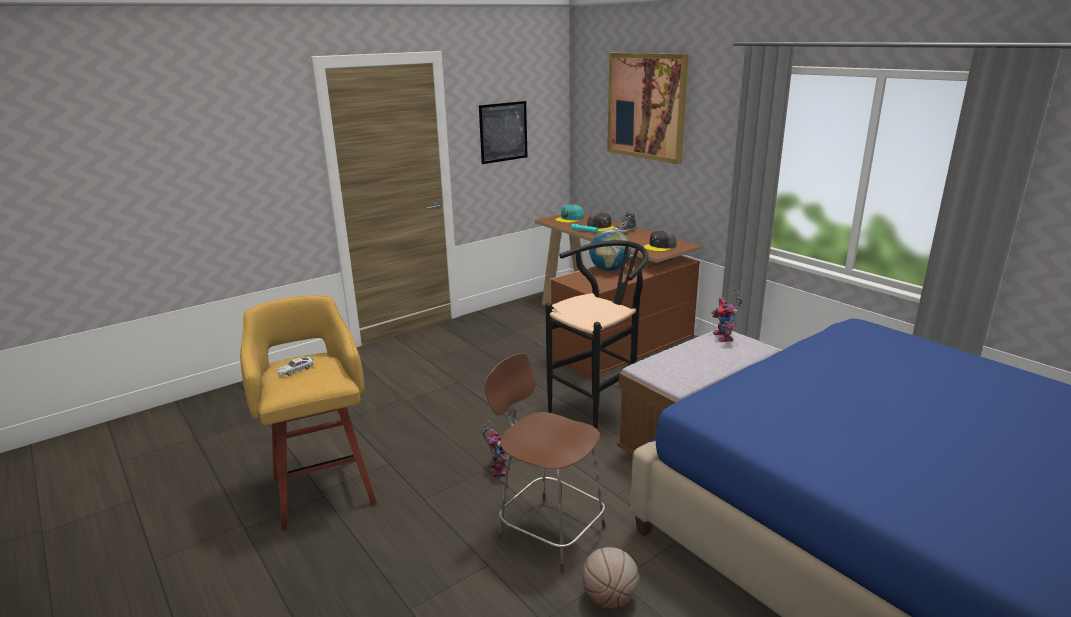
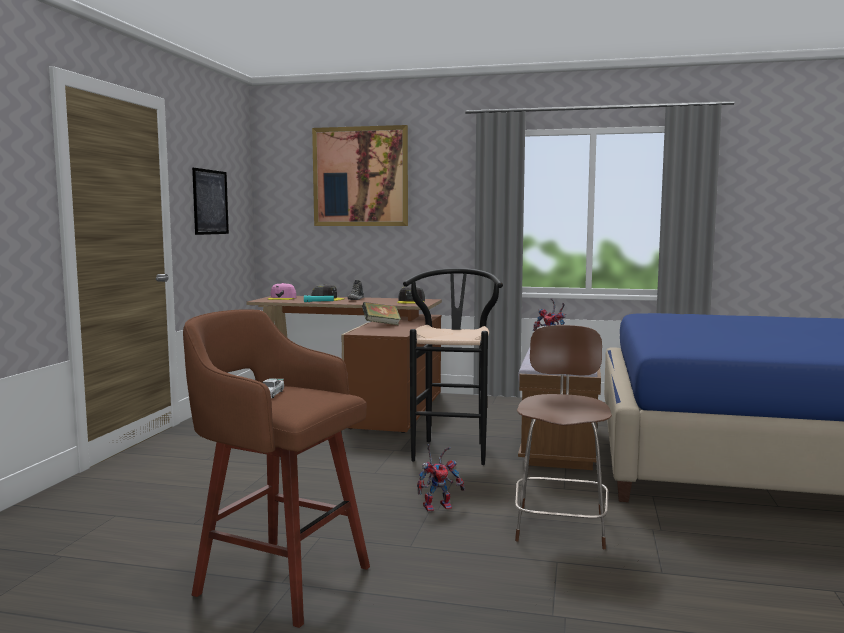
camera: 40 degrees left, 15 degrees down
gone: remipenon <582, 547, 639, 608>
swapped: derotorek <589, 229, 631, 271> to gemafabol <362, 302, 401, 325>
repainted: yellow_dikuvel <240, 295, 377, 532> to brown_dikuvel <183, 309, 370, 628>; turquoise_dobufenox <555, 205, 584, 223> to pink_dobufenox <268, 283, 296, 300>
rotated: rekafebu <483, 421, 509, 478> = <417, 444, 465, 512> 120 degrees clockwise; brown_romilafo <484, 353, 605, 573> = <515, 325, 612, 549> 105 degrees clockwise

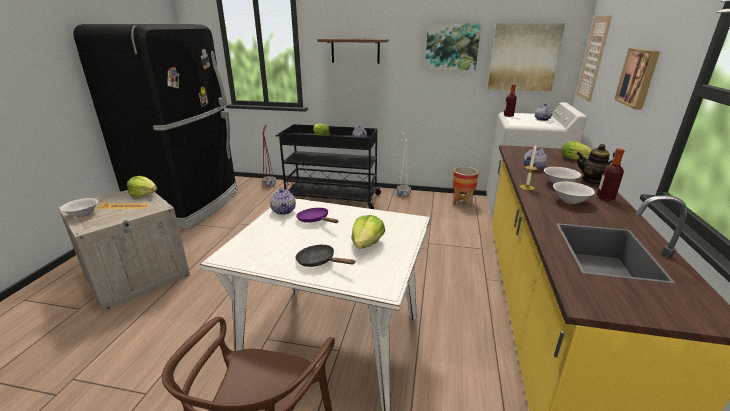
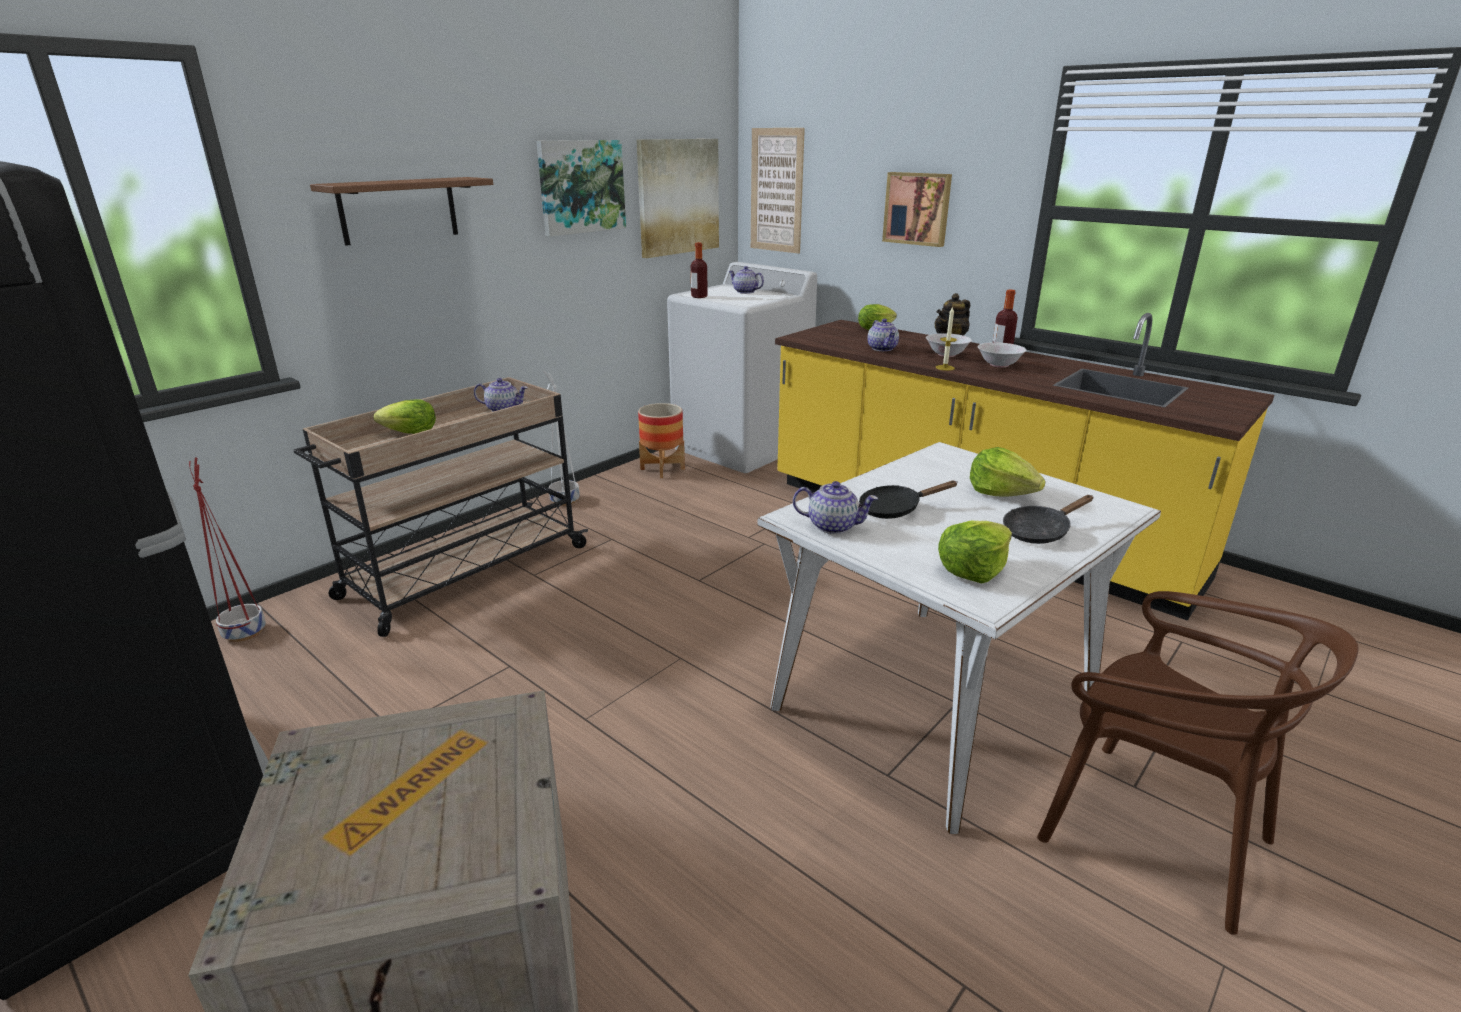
camera: 60 degrees left, 0 degrees up
gone: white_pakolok <60, 198, 98, 217>
shifted: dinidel <127, 176, 157, 197> to <938, 521, 1012, 583>
repainted: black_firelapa <276, 124, 382, 209> to beige_firelapa <293, 377, 588, 637>; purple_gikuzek <296, 208, 339, 223> to black_gikuzek <859, 480, 957, 519>

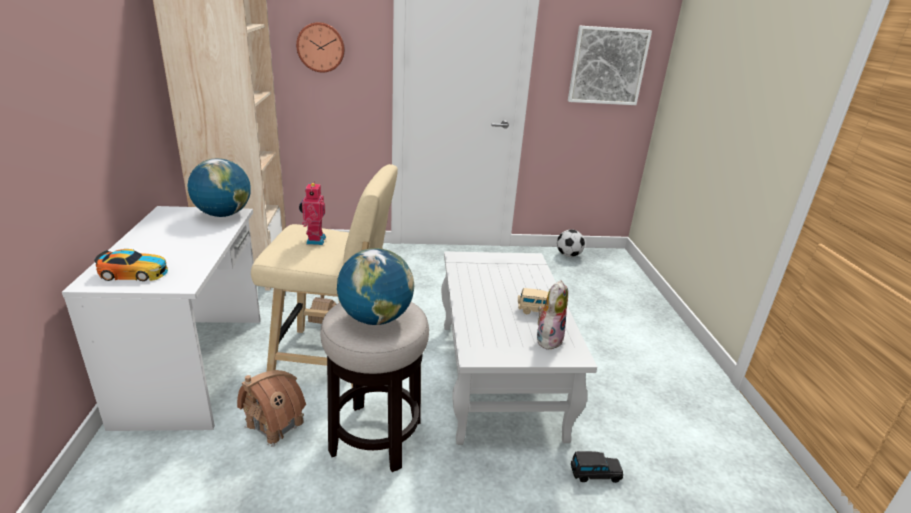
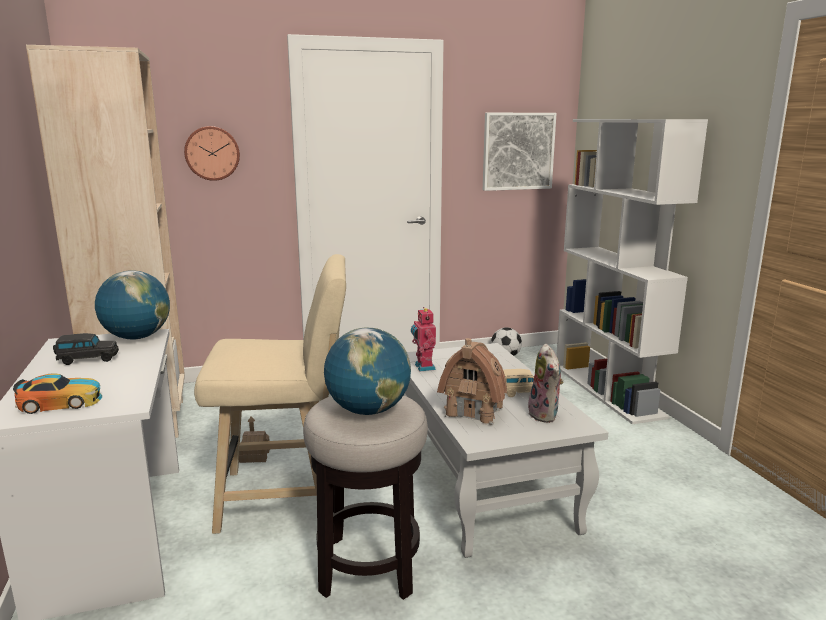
camera: 10 degrees left, 10 degrees down
new: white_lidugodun <556, 119, 708, 424>
shifted: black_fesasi <571, 451, 623, 483> to <53, 333, 119, 365>; rekafebu <299, 181, 326, 245> to <411, 307, 436, 371>; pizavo <237, 370, 306, 447> to <437, 338, 507, 425>
rotated: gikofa <537, 280, 568, 349> = <528, 344, 563, 423> 150 degrees clockwise

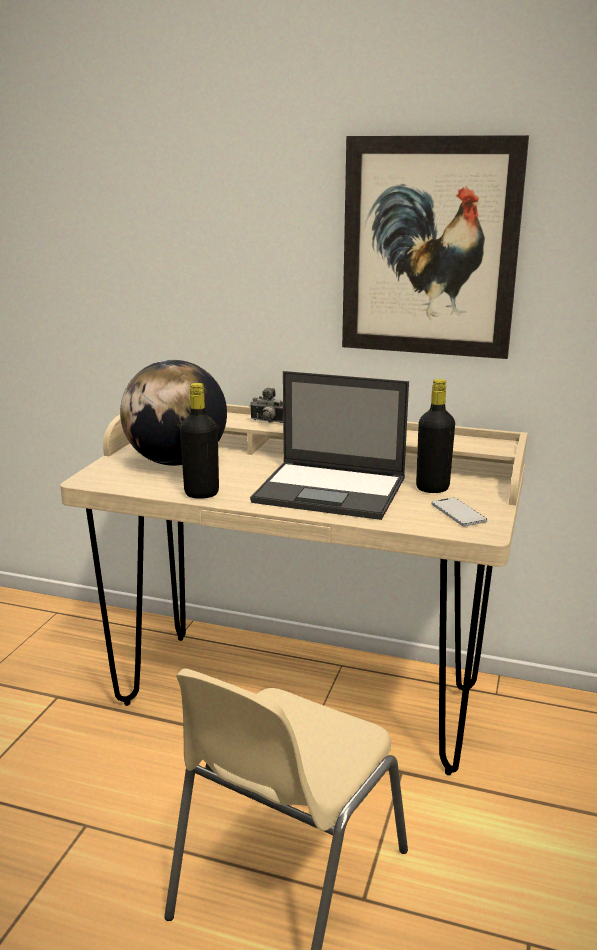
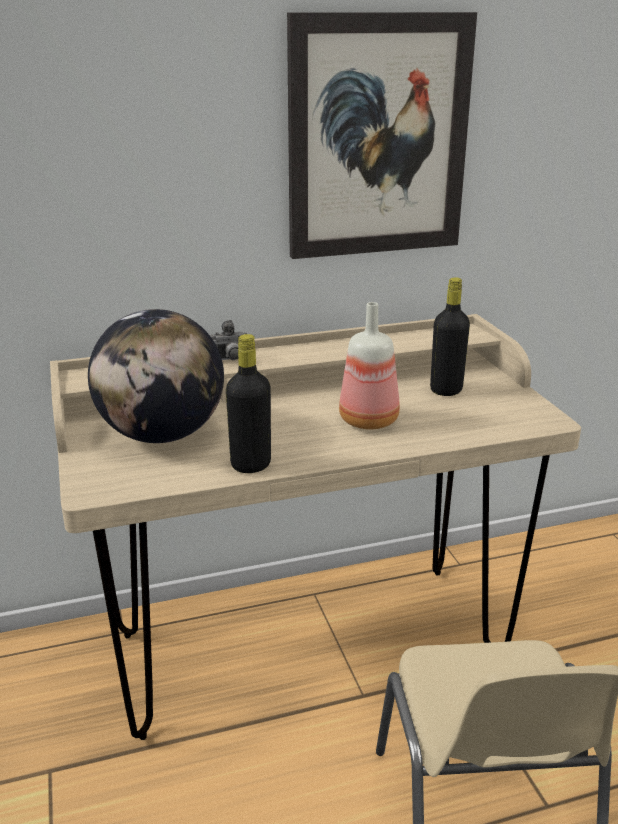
camera: 35 degrees left, 5 degrees up
gone: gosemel <432, 497, 487, 526>
swapped: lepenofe <250, 371, 409, 520> to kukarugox <339, 302, 400, 429>

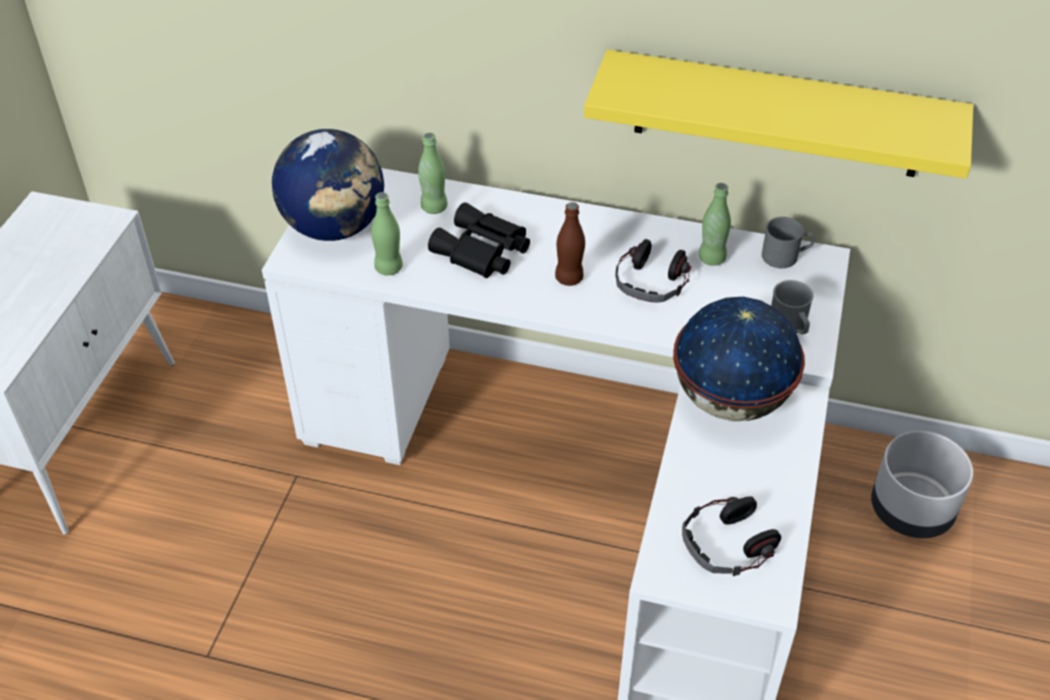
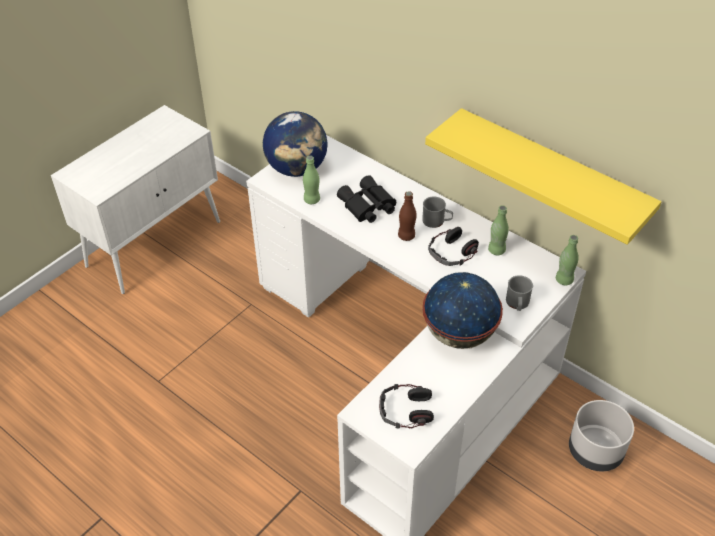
camera: 25 degrees right, 0 degrees up
shifted: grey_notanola <762, 217, 815, 268> to <422, 197, 453, 228>; green_kukarugox <418, 132, 448, 214> to <556, 235, 578, 285>

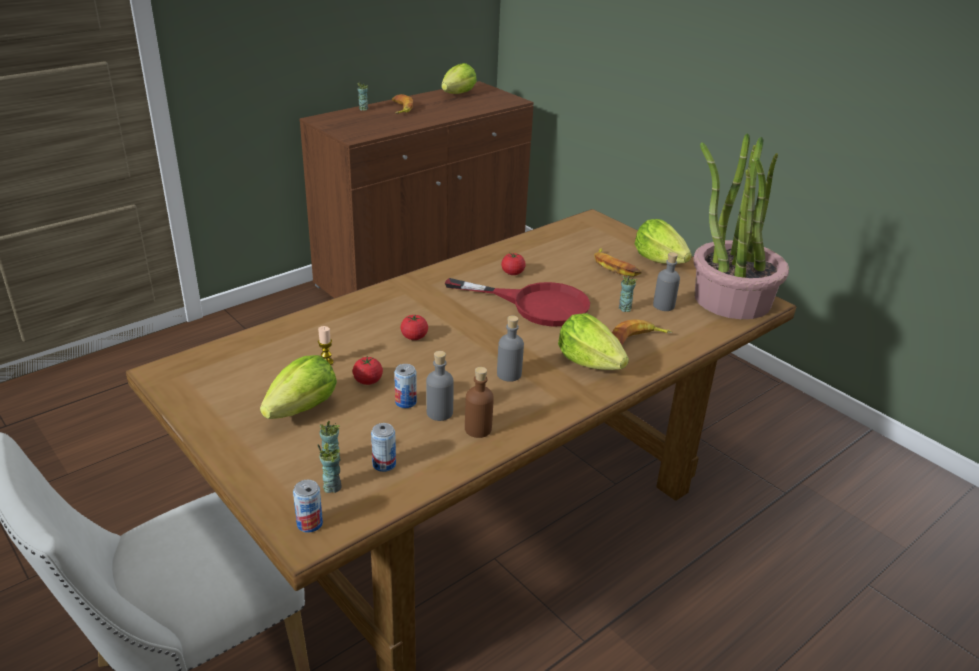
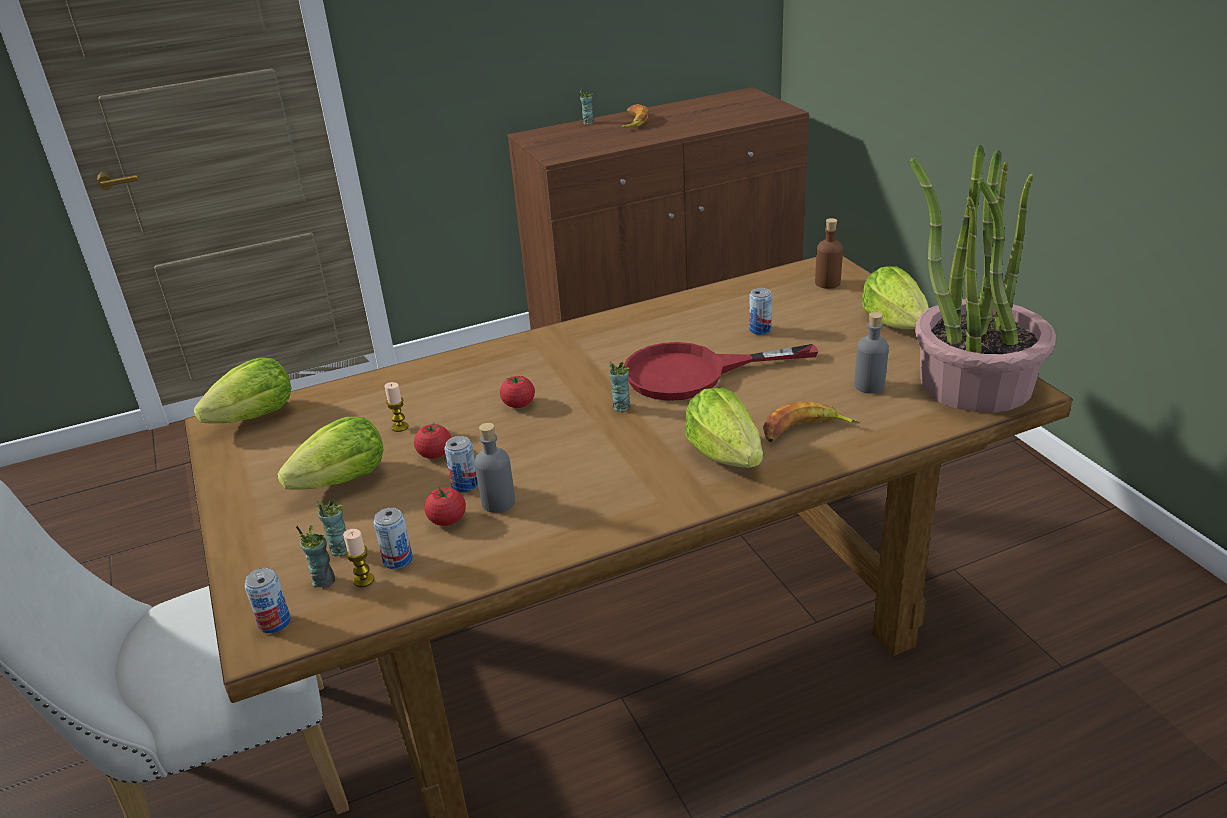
camera: 20 degrees right, 0 degrees up
gone: grey_kukarugox <497, 315, 524, 382>; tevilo <594, 248, 642, 277>
new: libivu <343, 529, 374, 587>; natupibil <749, 288, 772, 335>
shifted: dinidel <441, 63, 477, 94> to <194, 358, 291, 423>; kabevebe <501, 253, 526, 275> to <424, 487, 466, 526>; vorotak <619, 276, 637, 312> to <609, 362, 631, 412>; brown_kukarugox <465, 367, 494, 438> to <815, 218, 843, 289>
rotated: red_gikuzek <445, 278, 590, 327> = <623, 342, 818, 401> 135 degrees clockwise

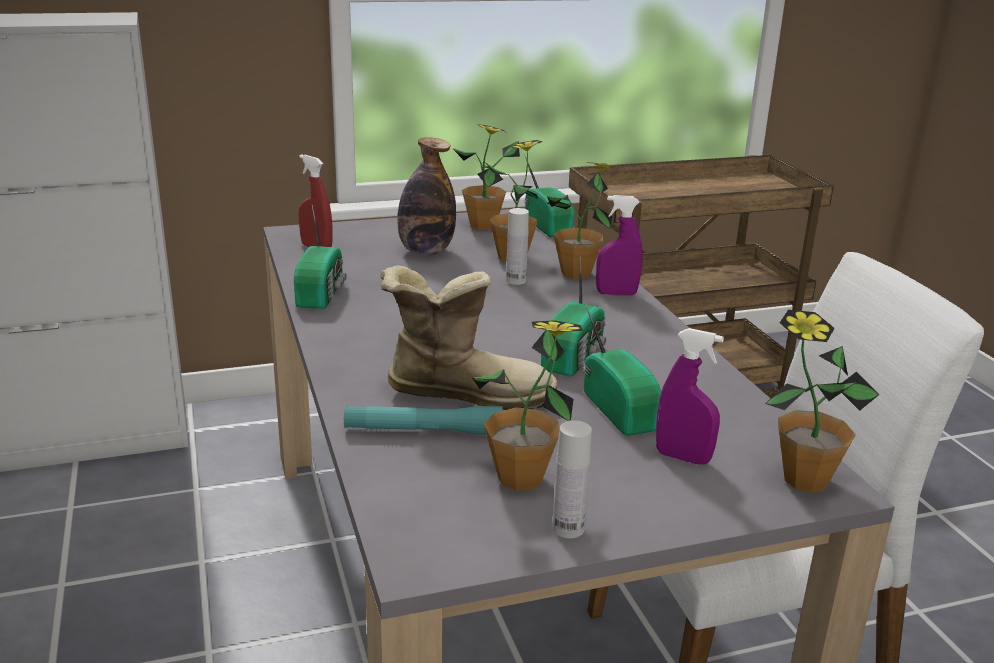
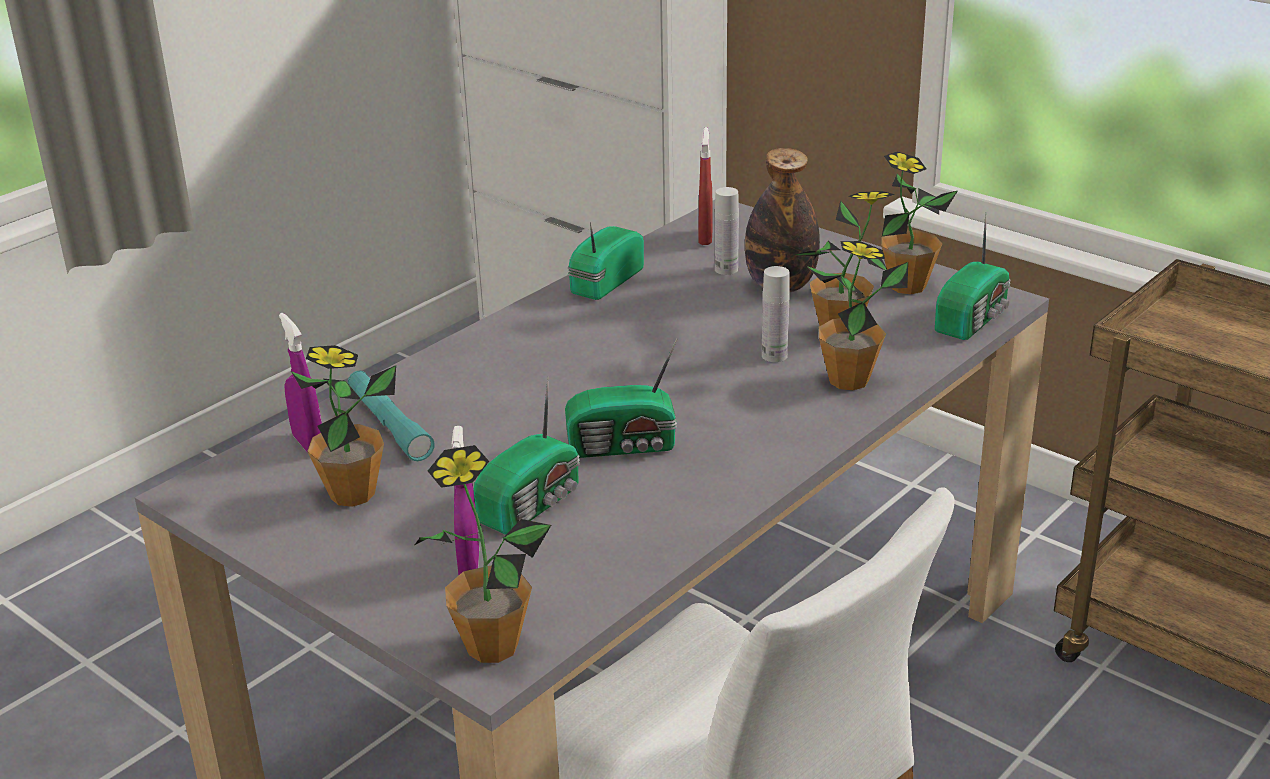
camera: 60 degrees right, 5 degrees up
gone: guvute <380, 265, 558, 410>
shifted: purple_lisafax <596, 195, 643, 295> to <279, 313, 322, 453>; white_kukarugox <552, 420, 592, 538> to <715, 187, 739, 275>
rotated: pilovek <294, 205, 347, 309> = <567, 222, 644, 300> 150 degrees clockwise

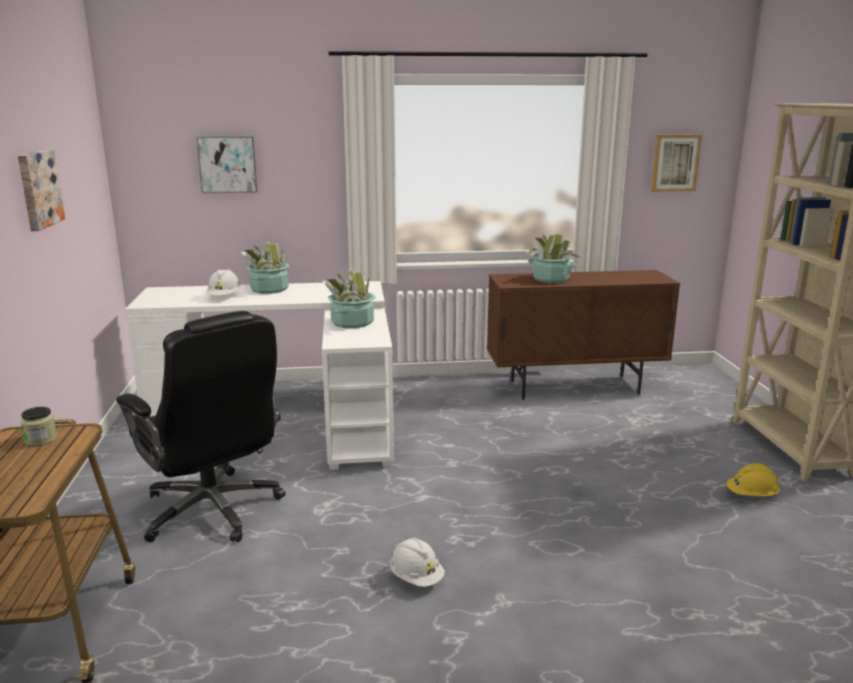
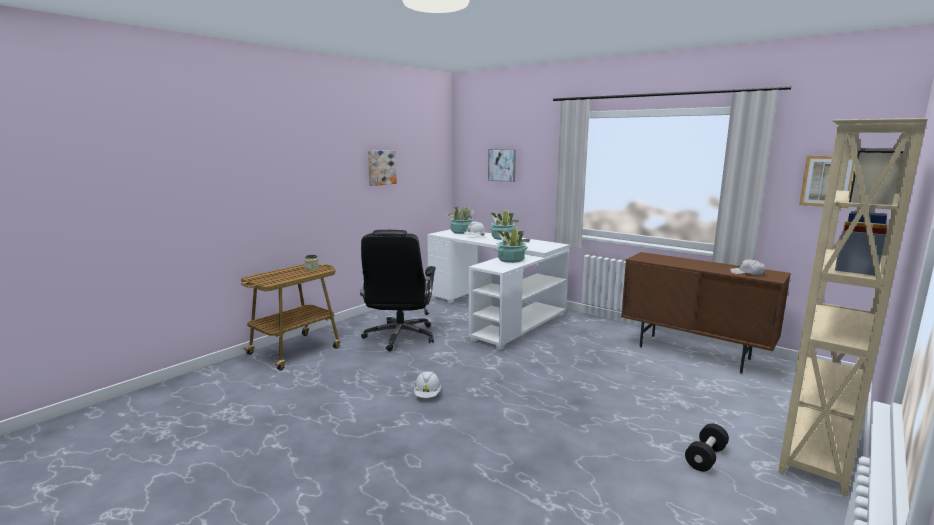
camera: 45 degrees right, 5 degrees down
new: white_dobufenox <730, 259, 766, 275>
shifted: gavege <526, 234, 581, 283> to <446, 206, 474, 234>
swapped: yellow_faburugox <727, 463, 780, 496> to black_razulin <685, 423, 729, 472>

